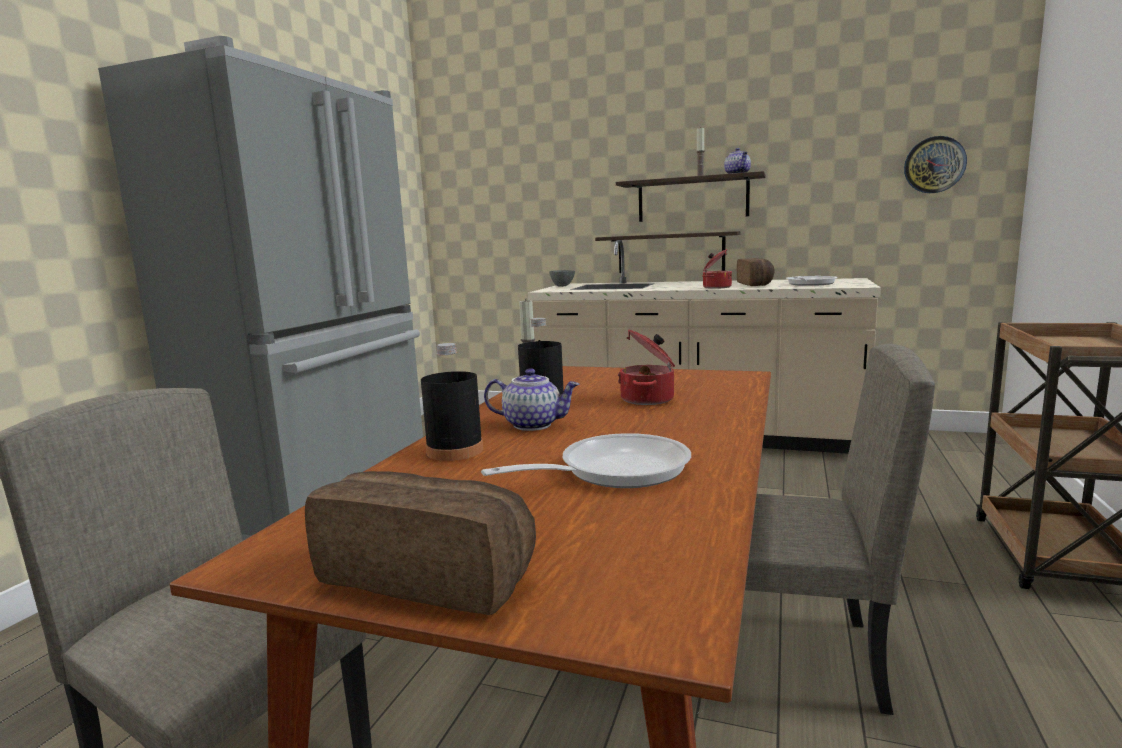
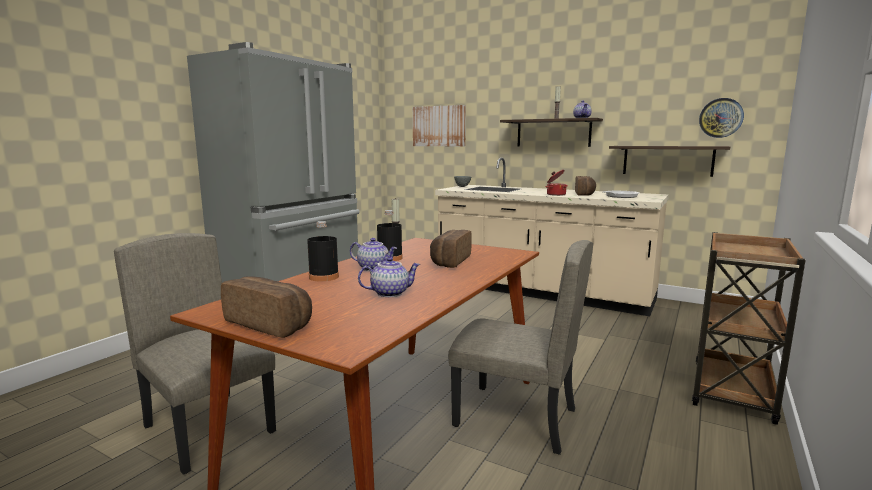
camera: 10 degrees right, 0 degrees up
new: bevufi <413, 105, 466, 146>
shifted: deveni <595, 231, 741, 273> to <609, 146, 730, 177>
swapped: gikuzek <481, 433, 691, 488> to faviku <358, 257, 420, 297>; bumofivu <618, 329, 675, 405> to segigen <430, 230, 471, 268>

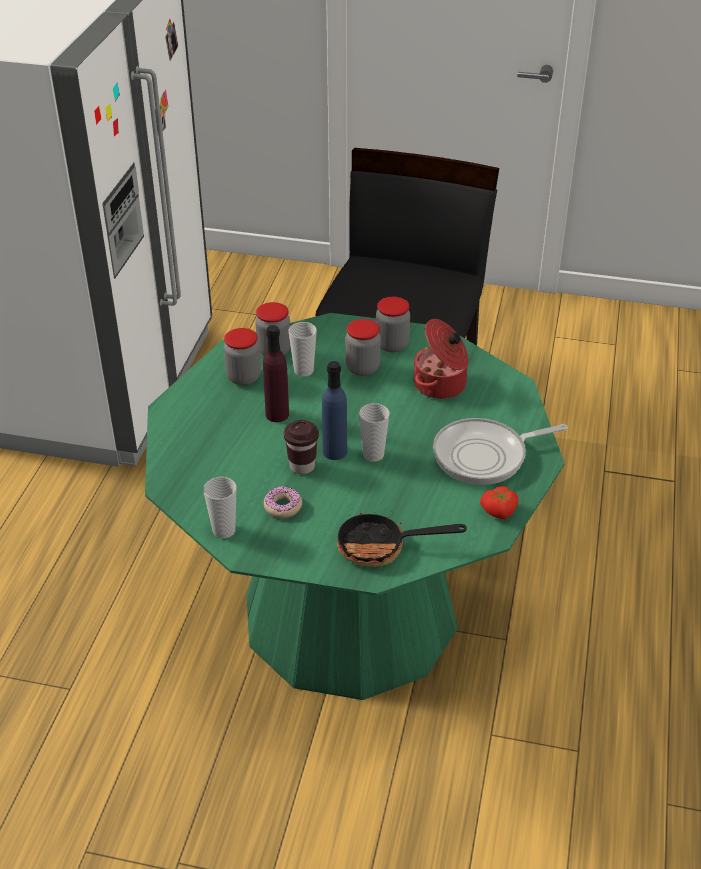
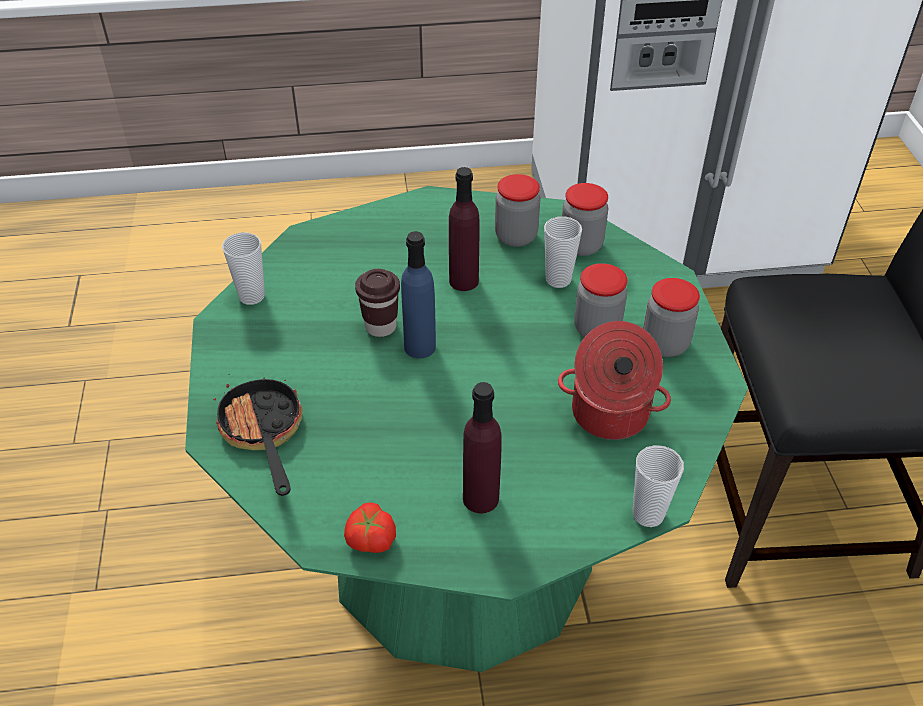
camera: 70 degrees right, 5 degrees up
gone: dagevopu <264, 486, 302, 518>
shifted: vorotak <359, 403, 390, 462> to <633, 445, 684, 527>
swapped: gikuzek <433, 418, 568, 485> to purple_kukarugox <463, 382, 502, 513>

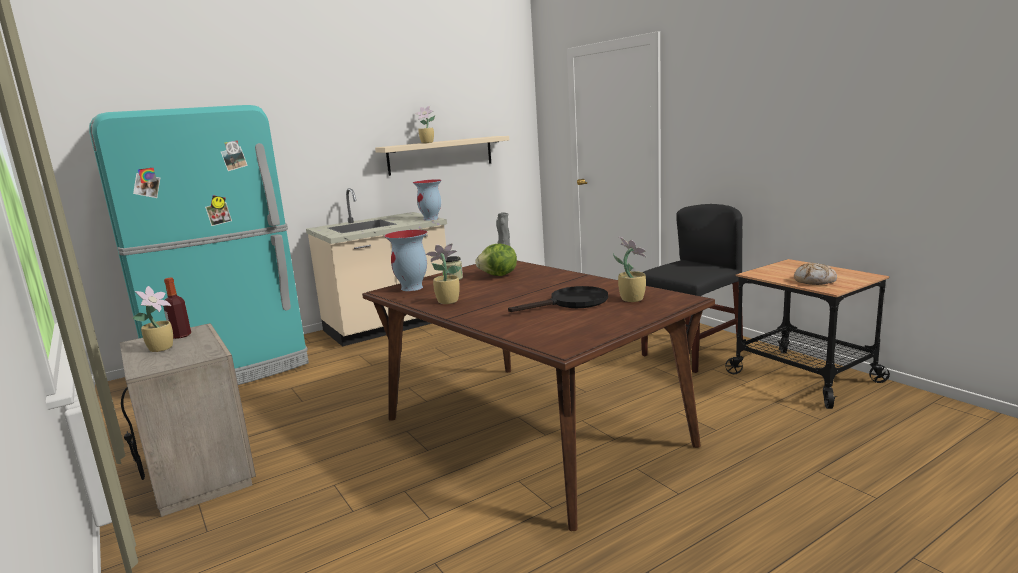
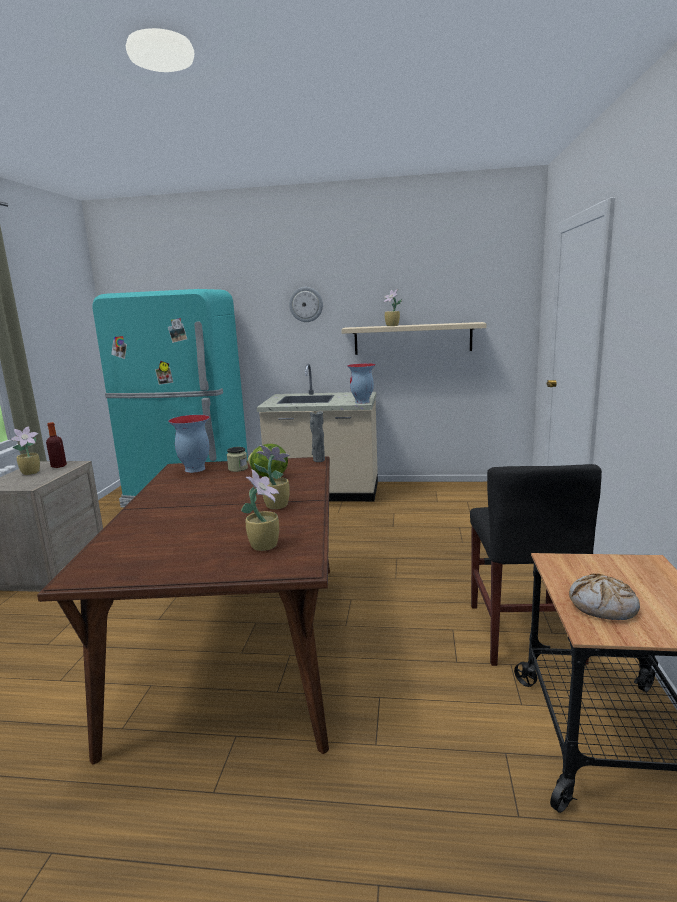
camera: 40 degrees right, 0 degrees up
gone: black_gikuzek <508, 286, 608, 312>
new: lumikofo <289, 287, 323, 322>
shifted: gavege <425, 243, 462, 304> to <254, 445, 290, 509>
rotated: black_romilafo <641, 204, 743, 373> = <470, 464, 602, 666> 90 degrees clockwise

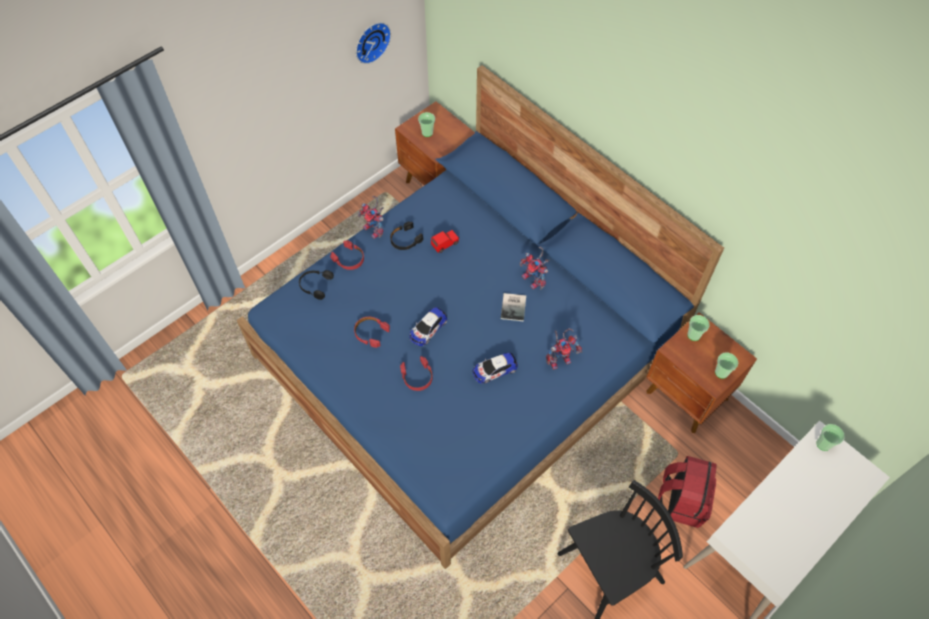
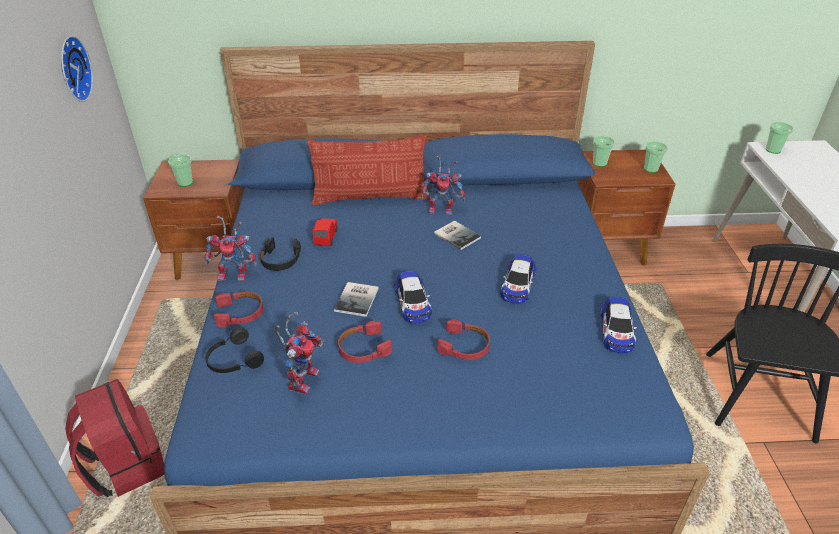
camera: 50 degrees left, 20 degrees down
new: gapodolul <307, 135, 430, 206>; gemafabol <334, 282, 378, 317>; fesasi <600, 297, 637, 353>
shifted: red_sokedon <658, 456, 717, 528> to <65, 379, 164, 497>; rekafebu <546, 328, 582, 370> to <274, 312, 325, 395>

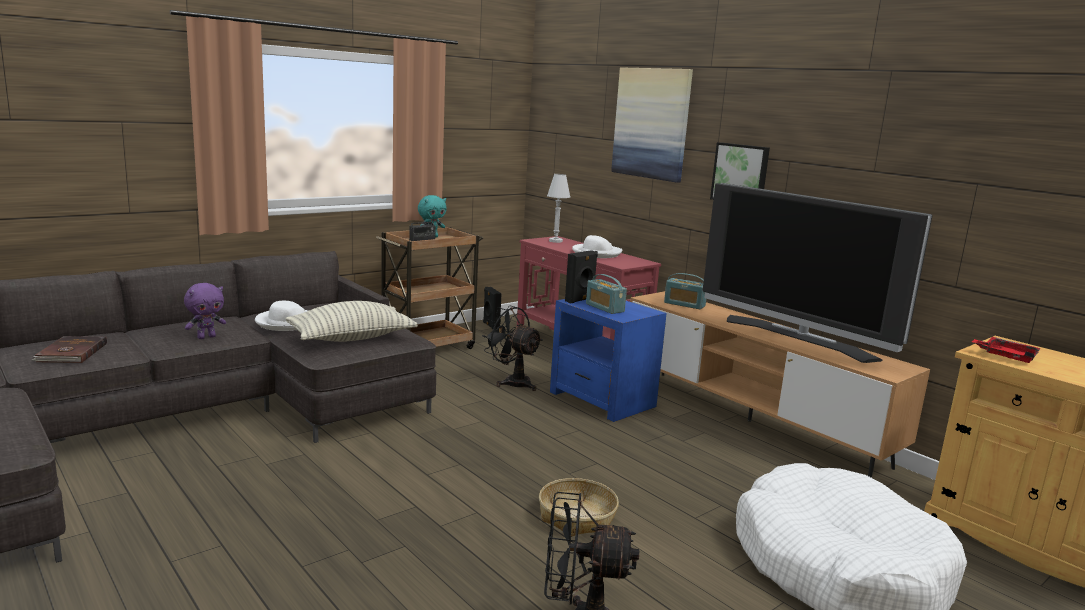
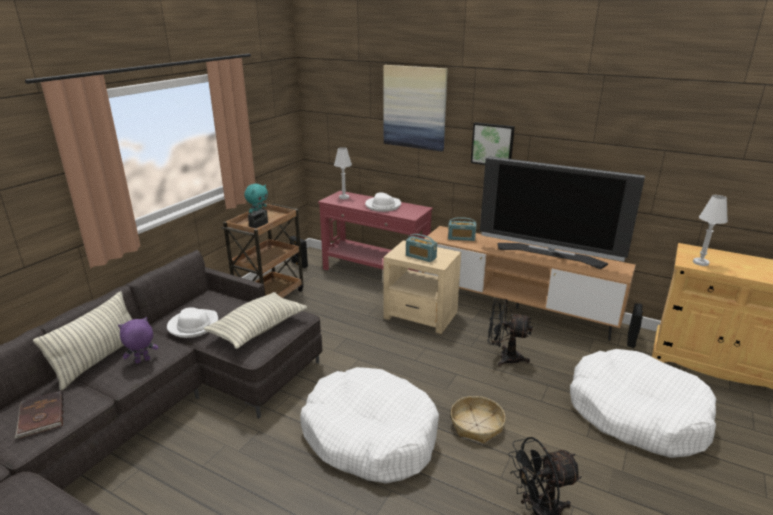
camera: 20 degrees left, 10 degrees up
new: gapodolul <33, 291, 132, 391>; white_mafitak <300, 367, 439, 484>
shifted: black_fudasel <482, 306, 543, 391> to <488, 298, 533, 367>; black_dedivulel <565, 250, 598, 304> to <627, 303, 643, 348>
swapped: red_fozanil <972, 337, 1041, 363> to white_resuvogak <693, 195, 728, 266>
repainted: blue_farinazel <550, 299, 667, 422> to beige_farinazel <383, 240, 461, 334>
rotated: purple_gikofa <184, 283, 226, 339> = <118, 317, 158, 364> 150 degrees counterclockwise

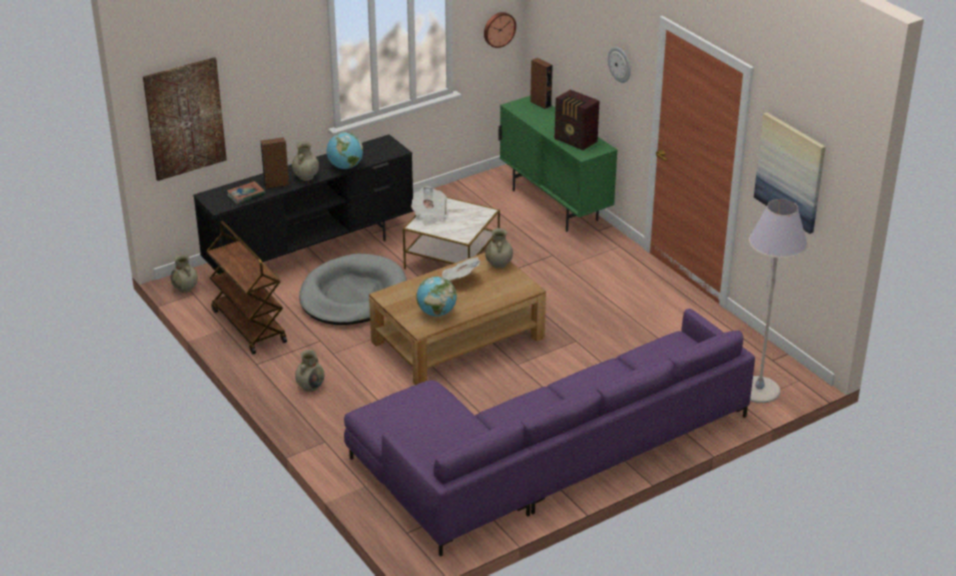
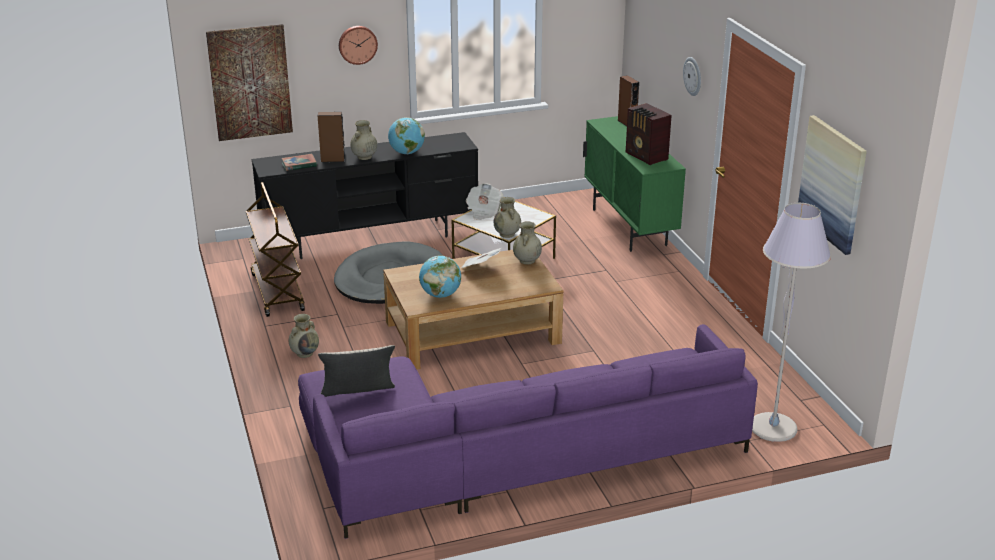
camera: 15 degrees right, 5 degrees down
new: beige_gapodolul <318, 345, 395, 397>
shifted: lumikofo <484, 12, 516, 48> to <339, 26, 378, 65>; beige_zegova <171, 254, 198, 293> to <494, 197, 521, 238>

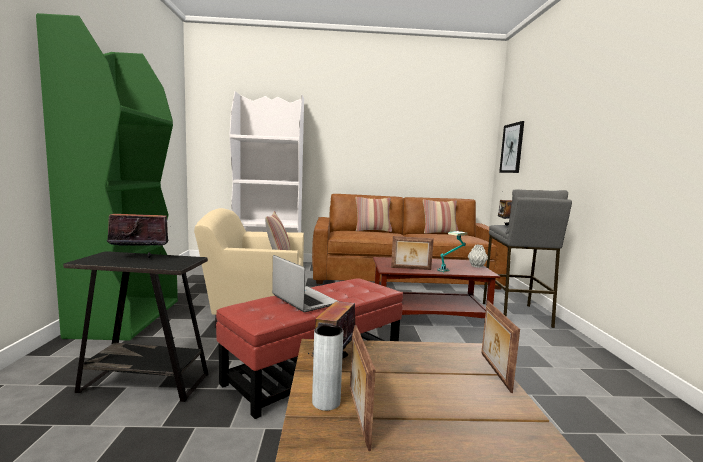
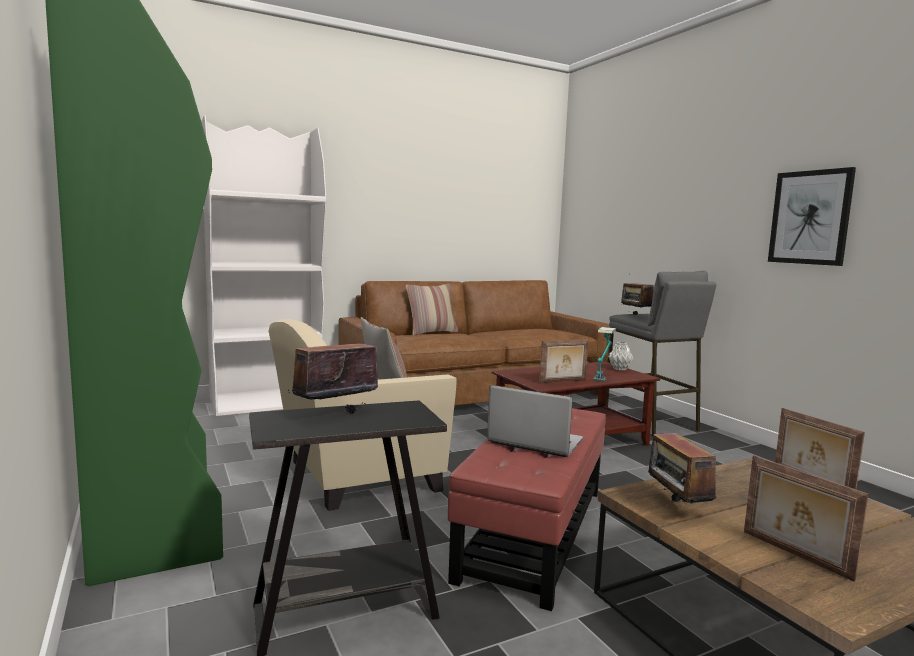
camera: 25 degrees left, 0 degrees up
gone: grey_zegova <312, 325, 343, 411>; gapodolul <423, 200, 459, 234>
shifted: bevufi <499, 121, 524, 173> to <768, 167, 856, 266>

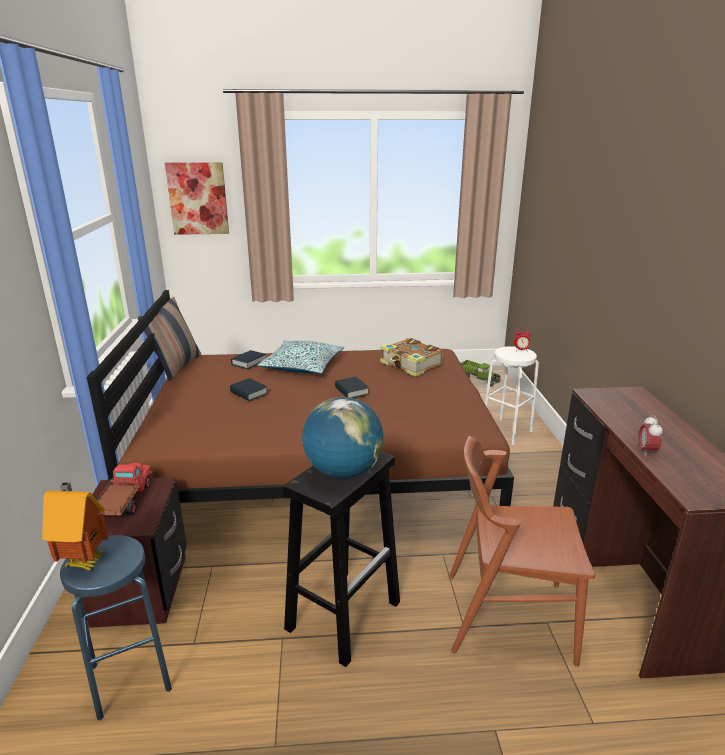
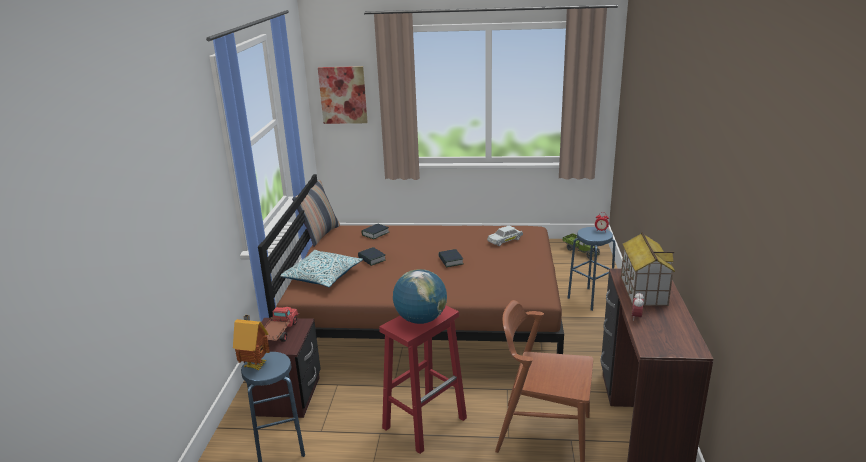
camera: 10 degrees right, 0 degrees up
new: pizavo <621, 232, 675, 306>
shifted: gapodolul <258, 340, 344, 374> to <280, 250, 363, 287>
swapped: gemafabol <380, 338, 443, 377> to white_fesasi <487, 226, 523, 246>
repainted: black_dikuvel <283, 451, 400, 667> to red_dikuvel <379, 305, 467, 454>; white_dikuvel <484, 346, 539, 445> to blue_dikuvel <568, 227, 615, 311>

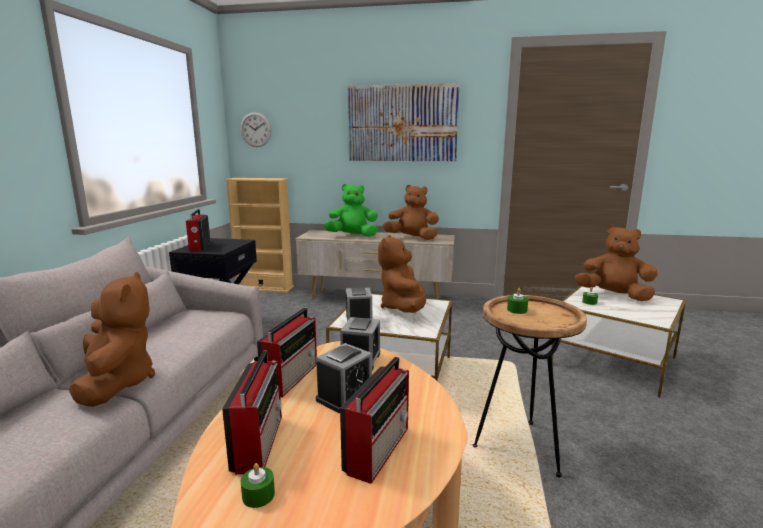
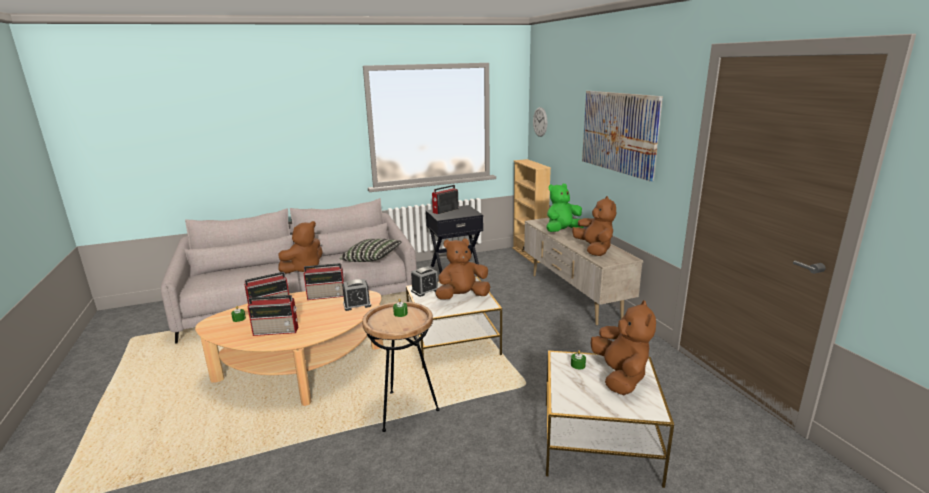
camera: 60 degrees right, 5 degrees up
gone: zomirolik <316, 343, 372, 413>
new: gapodolul <340, 239, 402, 262>
rotated: green_gikofa <324, 184, 378, 237> = <546, 184, 583, 232> 90 degrees counterclockwise

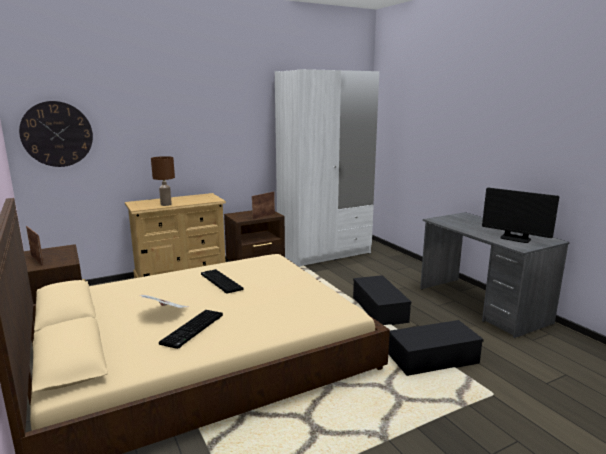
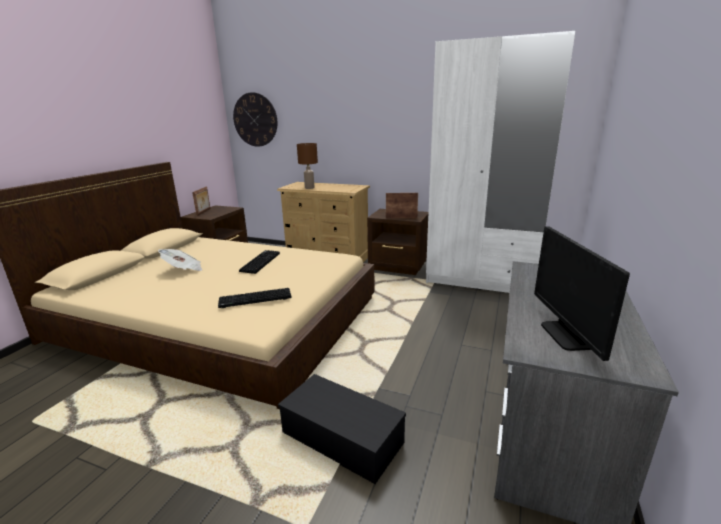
camera: 50 degrees right, 5 degrees up
gone: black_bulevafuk <353, 275, 411, 325>
shifted: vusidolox <159, 310, 223, 349> to <218, 288, 292, 308>

